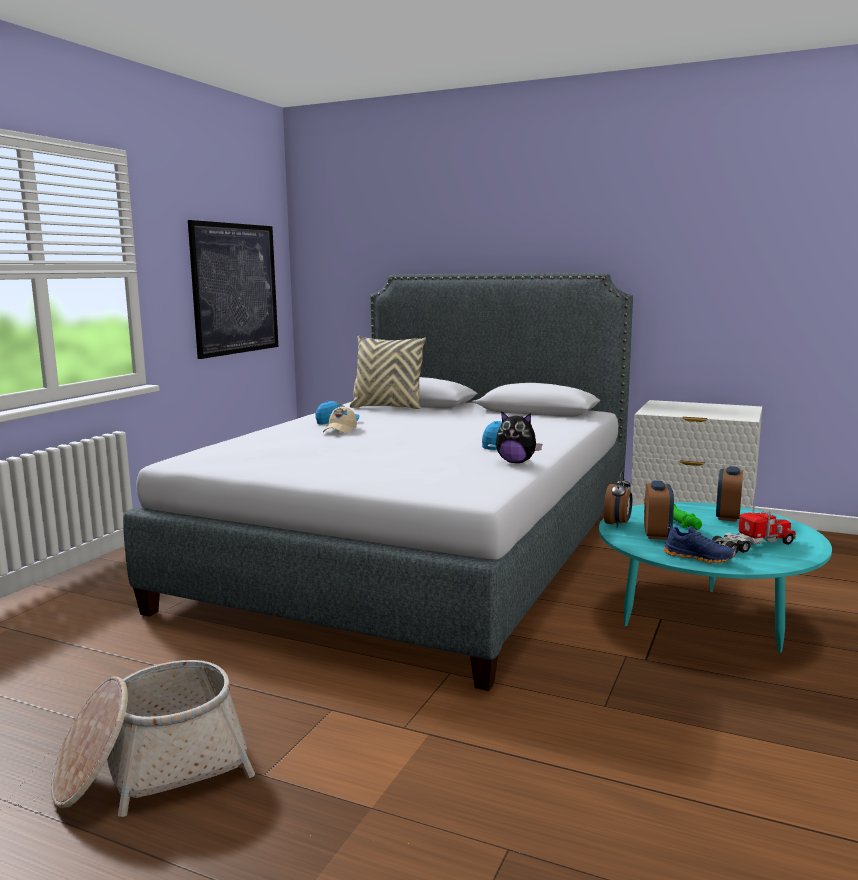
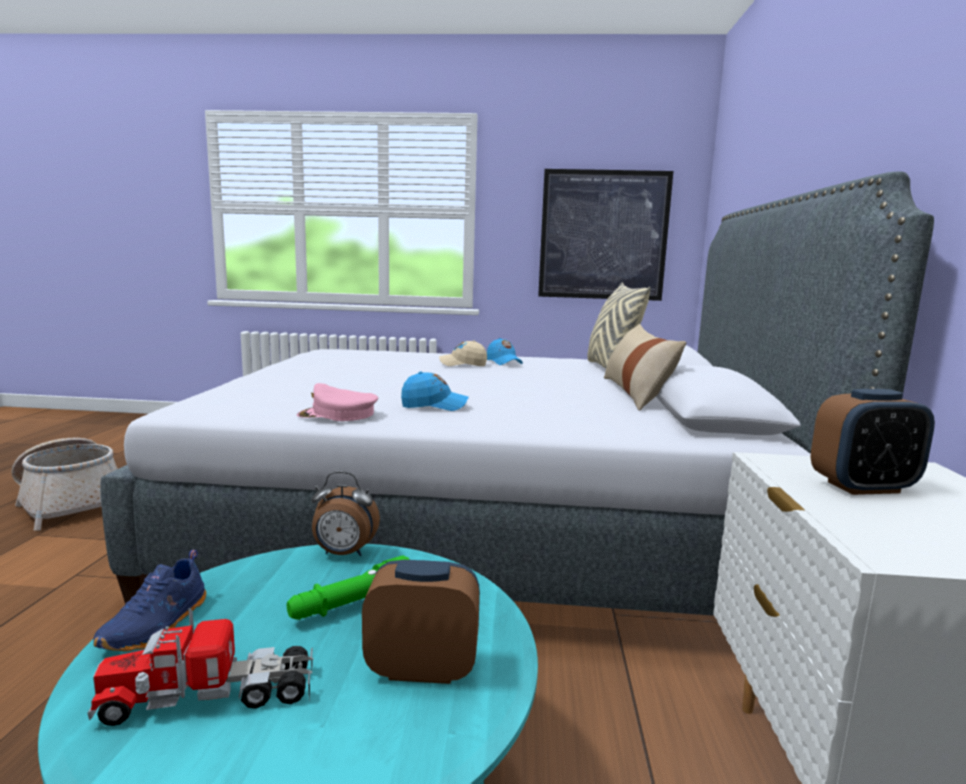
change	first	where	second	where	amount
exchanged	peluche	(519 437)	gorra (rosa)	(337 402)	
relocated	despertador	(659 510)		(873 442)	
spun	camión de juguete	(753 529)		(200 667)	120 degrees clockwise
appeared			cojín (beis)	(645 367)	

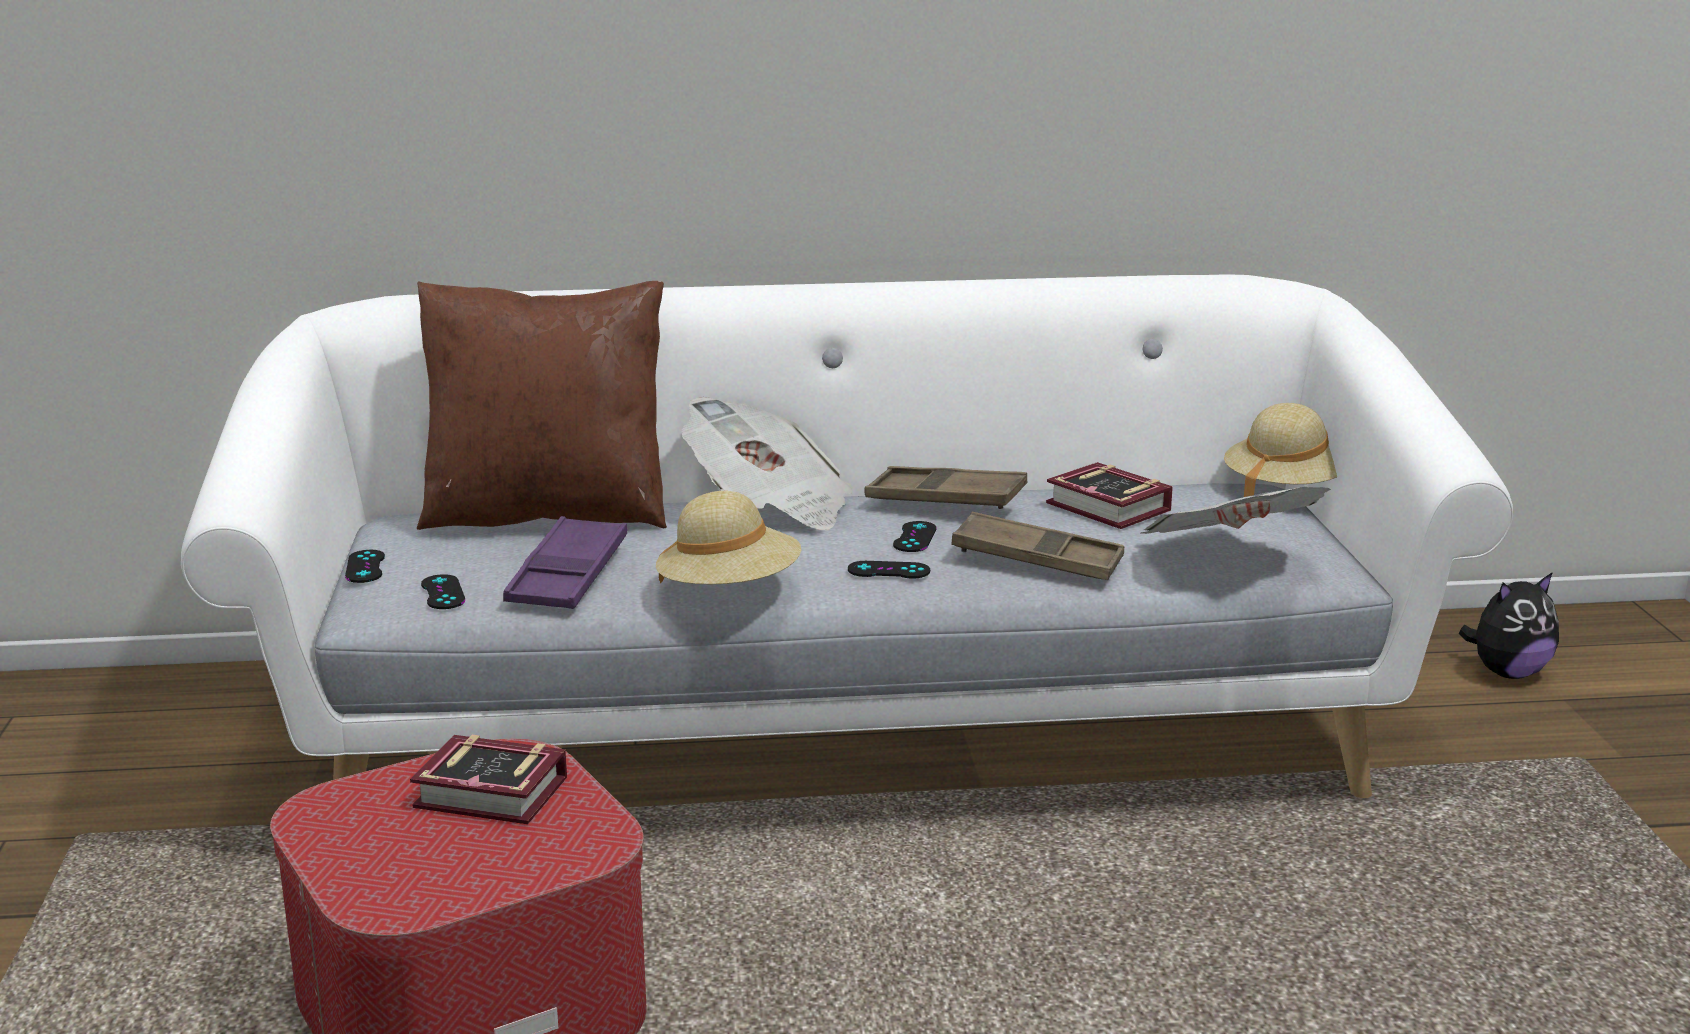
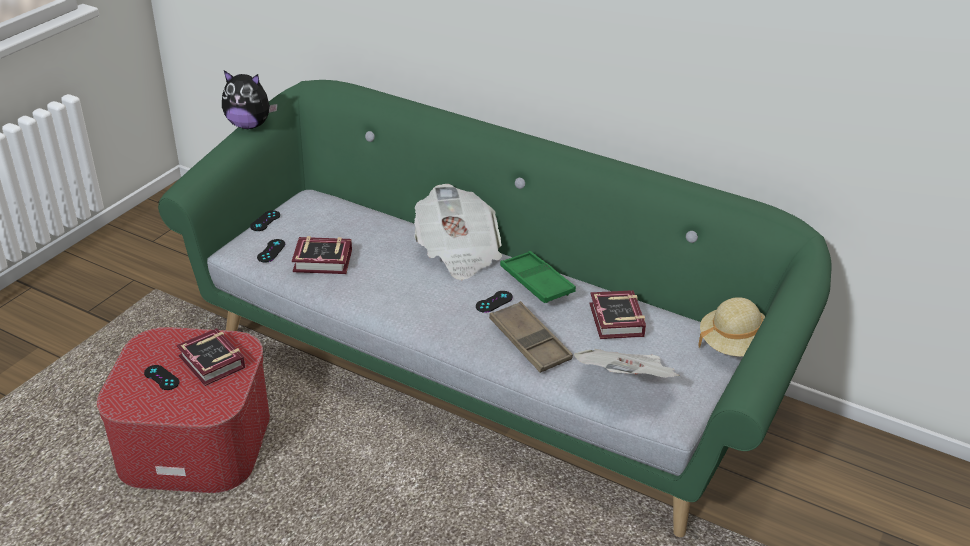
change	first	where	second	where	amount
colour	sofá (blanco)	(847 536)	sofá (verde)	(495 308)	
missing	cojín (marrón)	(542 405)			
exchanged	bandeja (morado)	(565 562)	libro	(322 255)	
missing	sombrero (beis)	(728 537)			
relocated	mando de consola (negro)	(889 570)		(161 377)	
colour	bandeja (marrón)	(946 487)	bandeja (verde)	(538 277)	
relocated	peluche	(1509 625)		(250 100)	

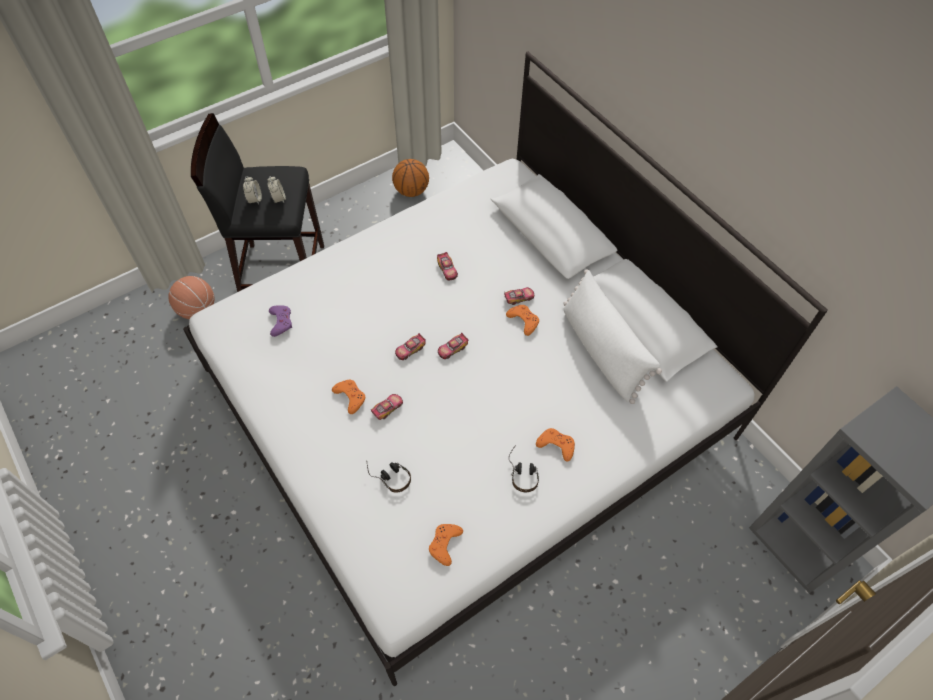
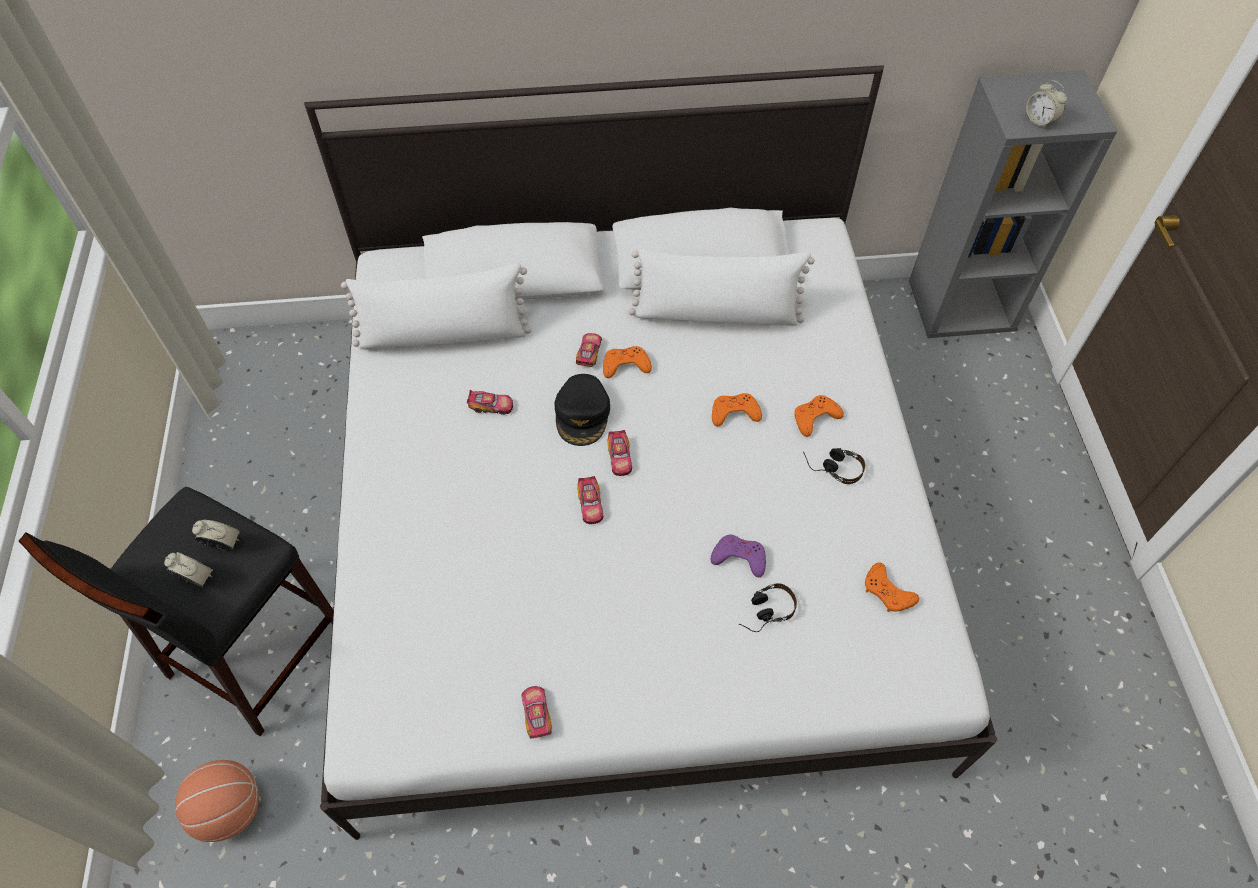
change	first	where	second	where	amount
relocated	mando de consola (morado)	(280 321)		(738 556)	
relocated	mando de consola (naranja)	(349 397)		(737 409)	
relocated	coche de juguete	(386 407)		(537 712)	
missing	balón de baloncesto	(410 178)			
appeared			cojín (blanco)	(436 306)	
appeared			gorra (negro)	(582 410)	
appeared			despertador	(1046 104)	

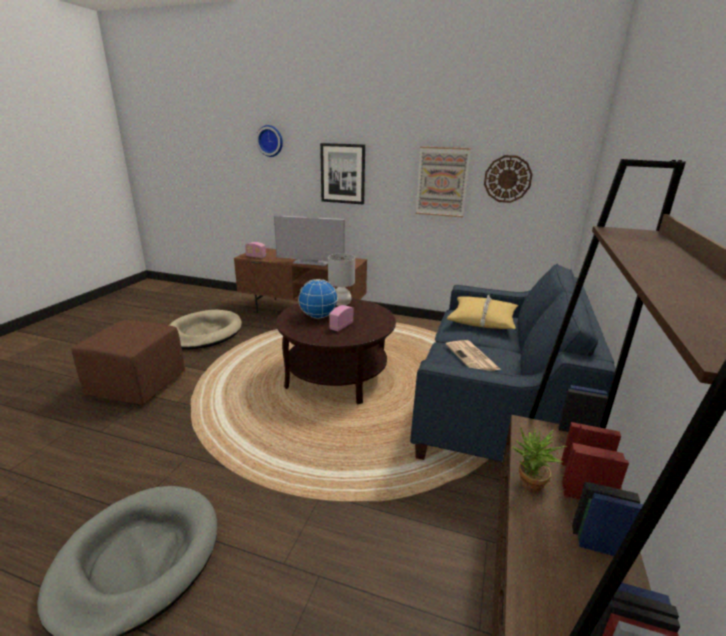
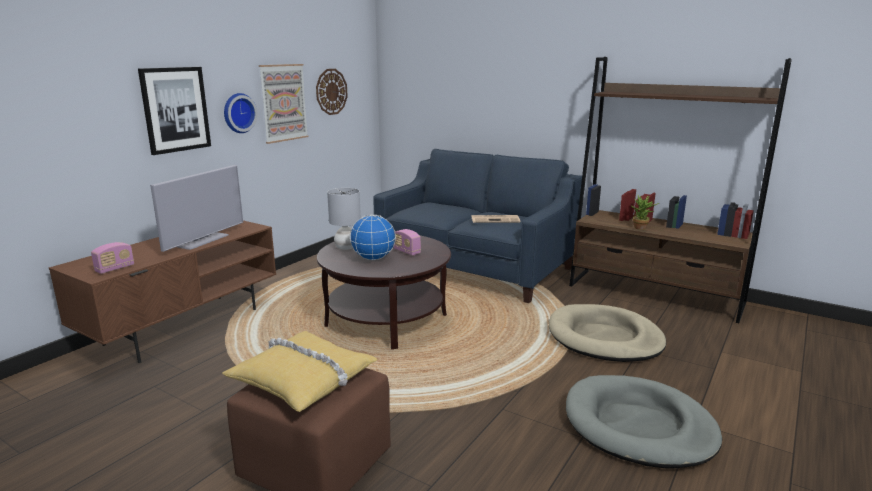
change	first	where	second	where	amount
relocated	cama para perro (beis)	(205 329)		(607 333)	
relocated	reloj de pared	(269 141)		(241 113)	
relocated	cojín (amarillo)	(482 312)		(300 371)	

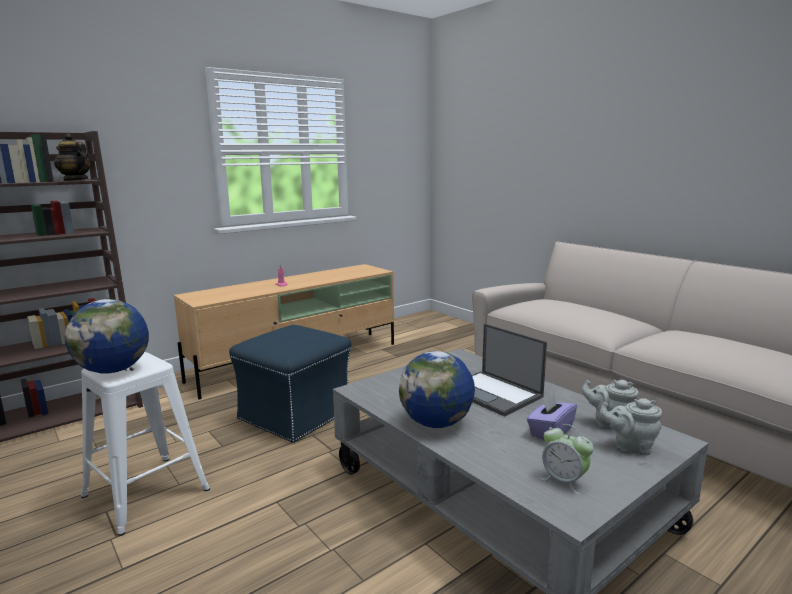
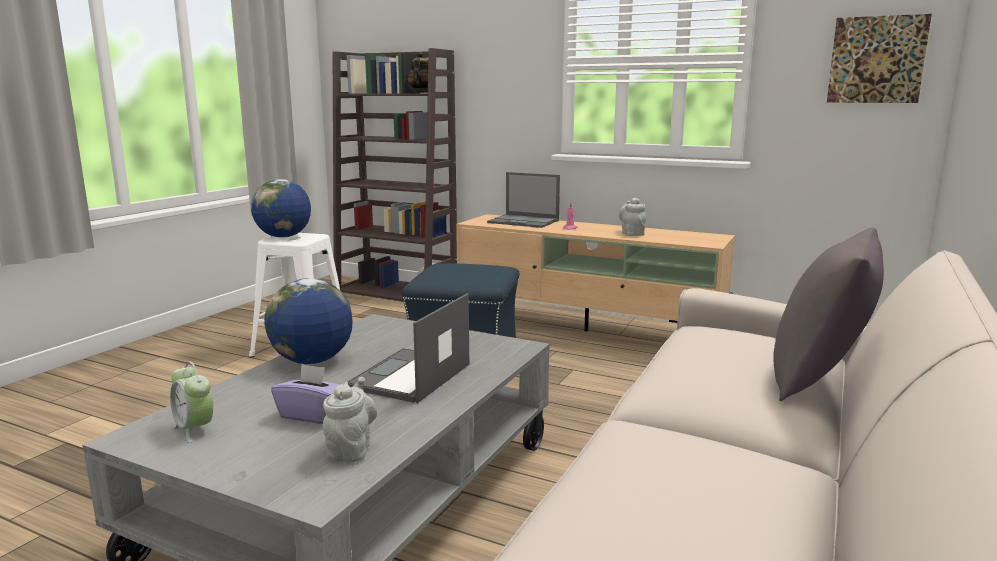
change	first	where	second	where	amount
spun	despertador	(567 459)		(191 402)	60 degrees counterclockwise
relocated	tetera (gris)	(630 427)		(632 217)	
appeared			portátil	(523 200)	
appeared			cojín (gris)	(828 314)	
appeared			cuadro	(879 58)	

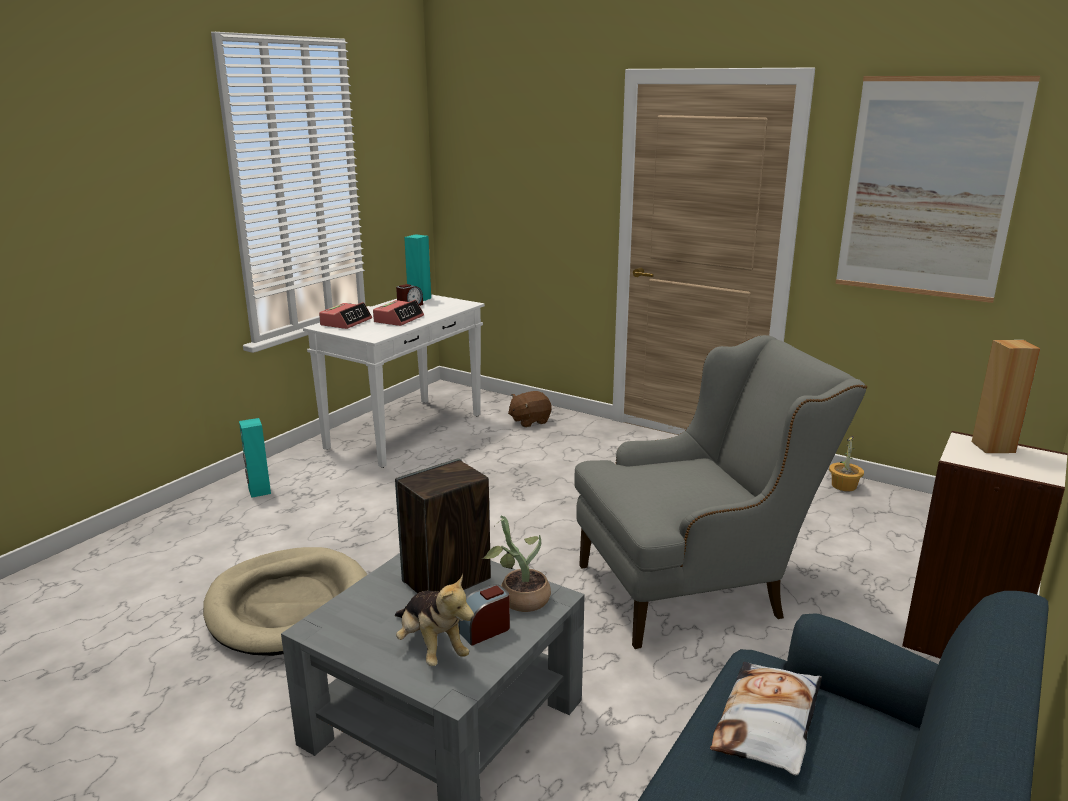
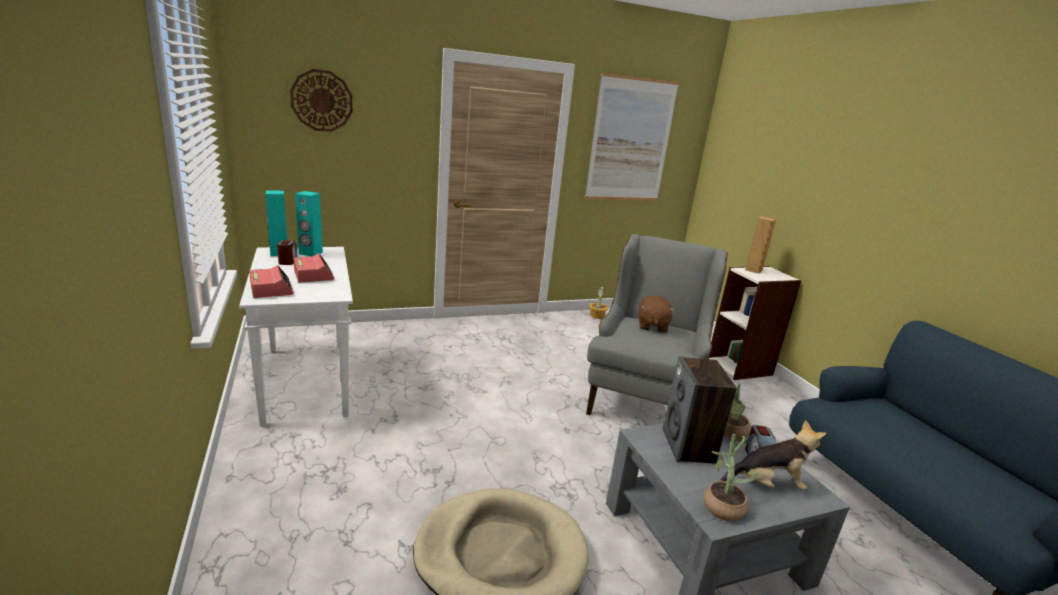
change	first	where	second	where	amount
relocated	altavoz (turquesa)	(255 458)		(309 224)	
relocated	peluche (marrón)	(530 409)		(657 314)	
missing	cojín	(766 719)			
appeared			reloj de pared	(321 100)	
appeared			planta en maceta	(731 477)	

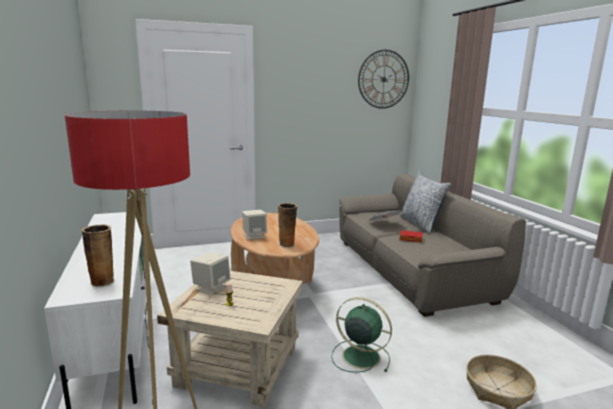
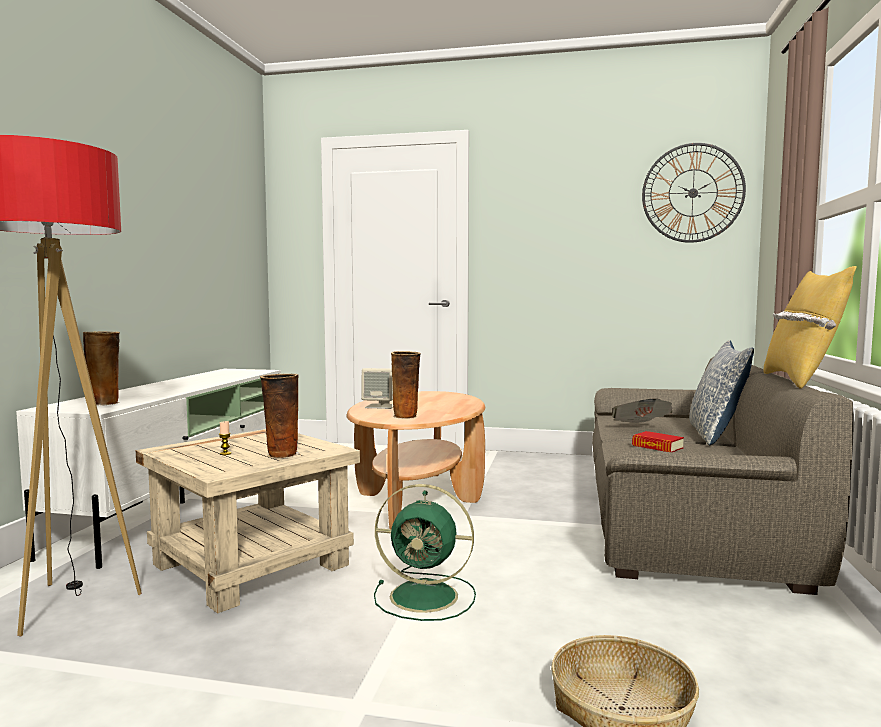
change	first	where	second	where	amount
missing	altavoz (beis)	(210 273)			
spun	ventilador (verde)	(361 335)		(425 552)	135 degrees clockwise
appeared			florero	(279 416)	
appeared			cojín (amarillo)	(810 327)	

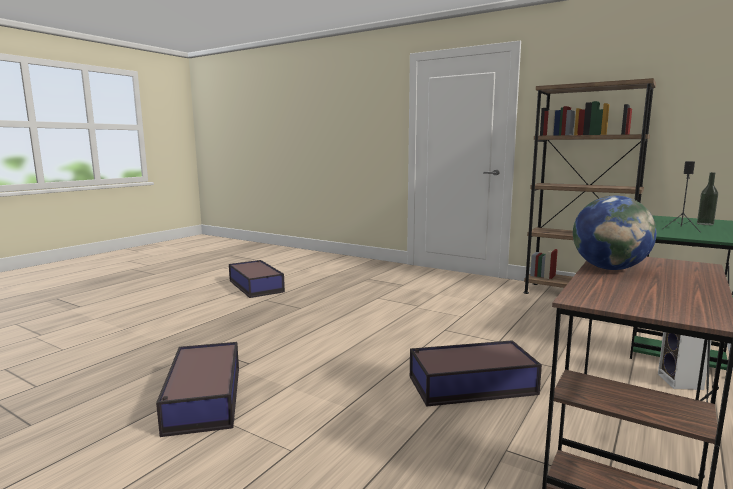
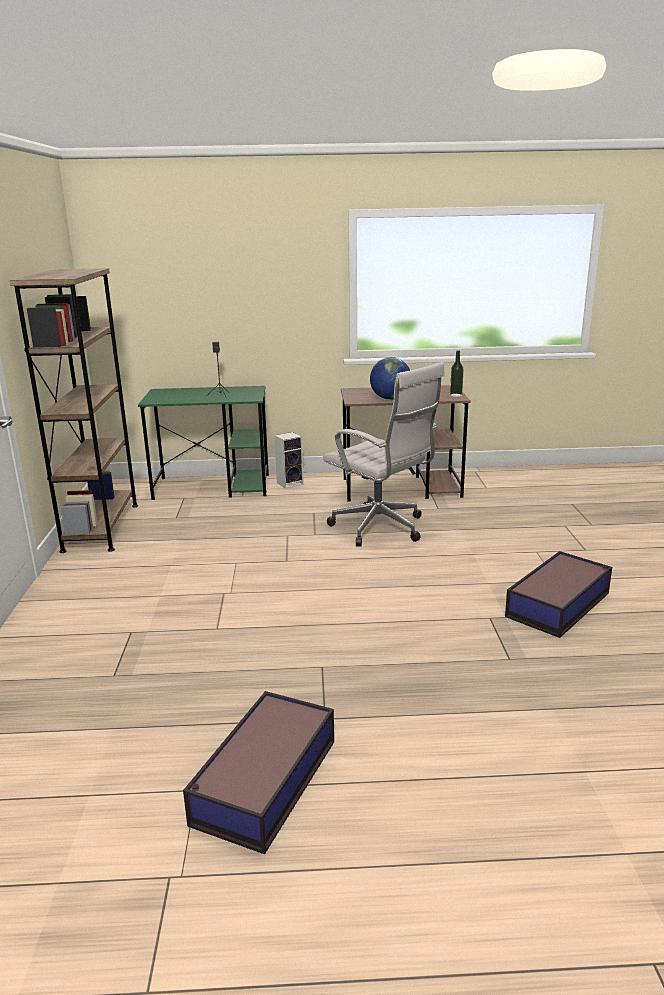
change	first	where	second	where	amount
exchanged	caja de almacenaje	(476 373)	silla de oficina (blanco)	(384 454)	
relocated	botella	(707 198)		(457 374)	

